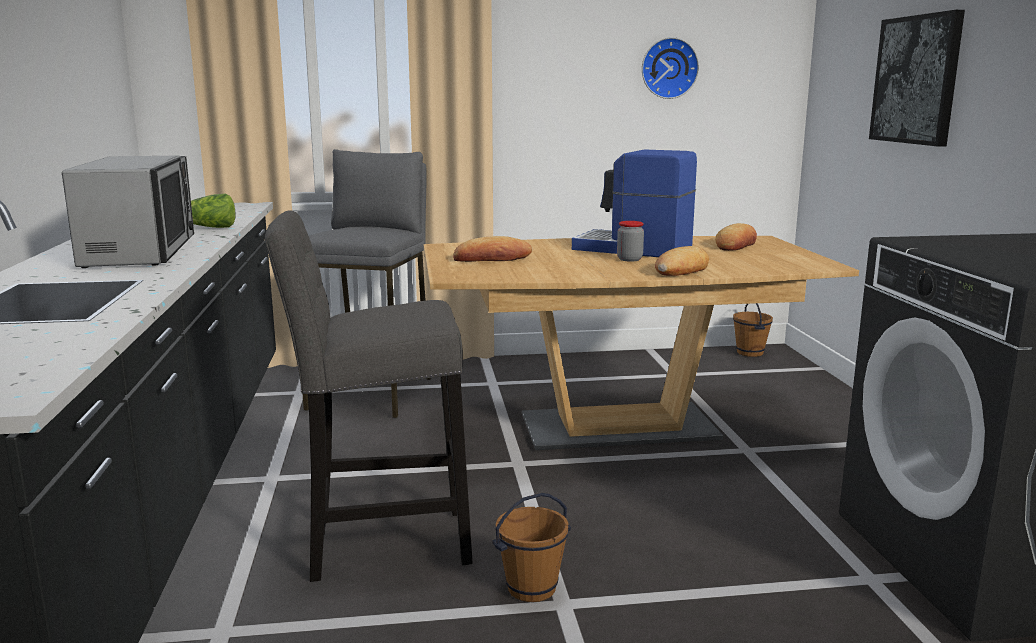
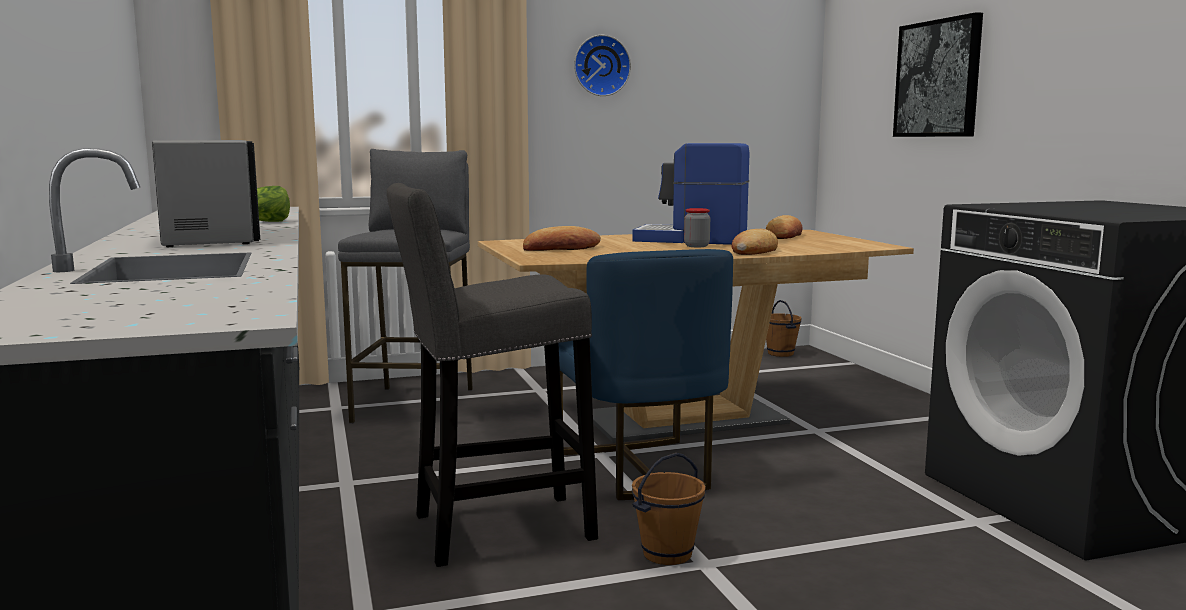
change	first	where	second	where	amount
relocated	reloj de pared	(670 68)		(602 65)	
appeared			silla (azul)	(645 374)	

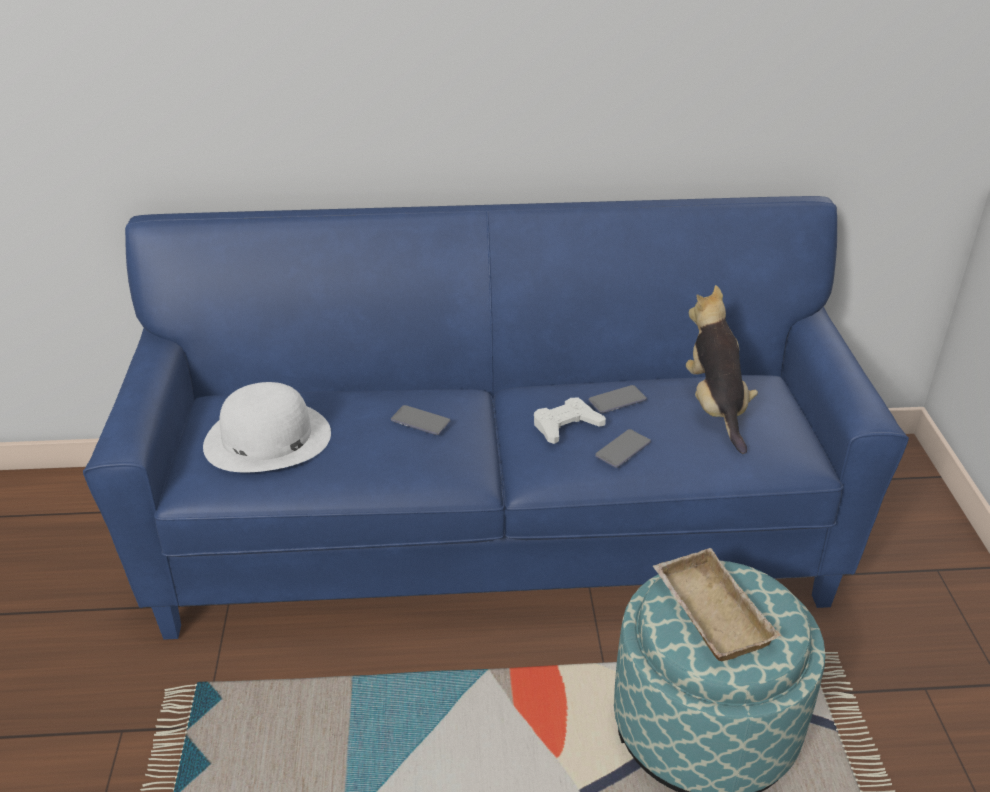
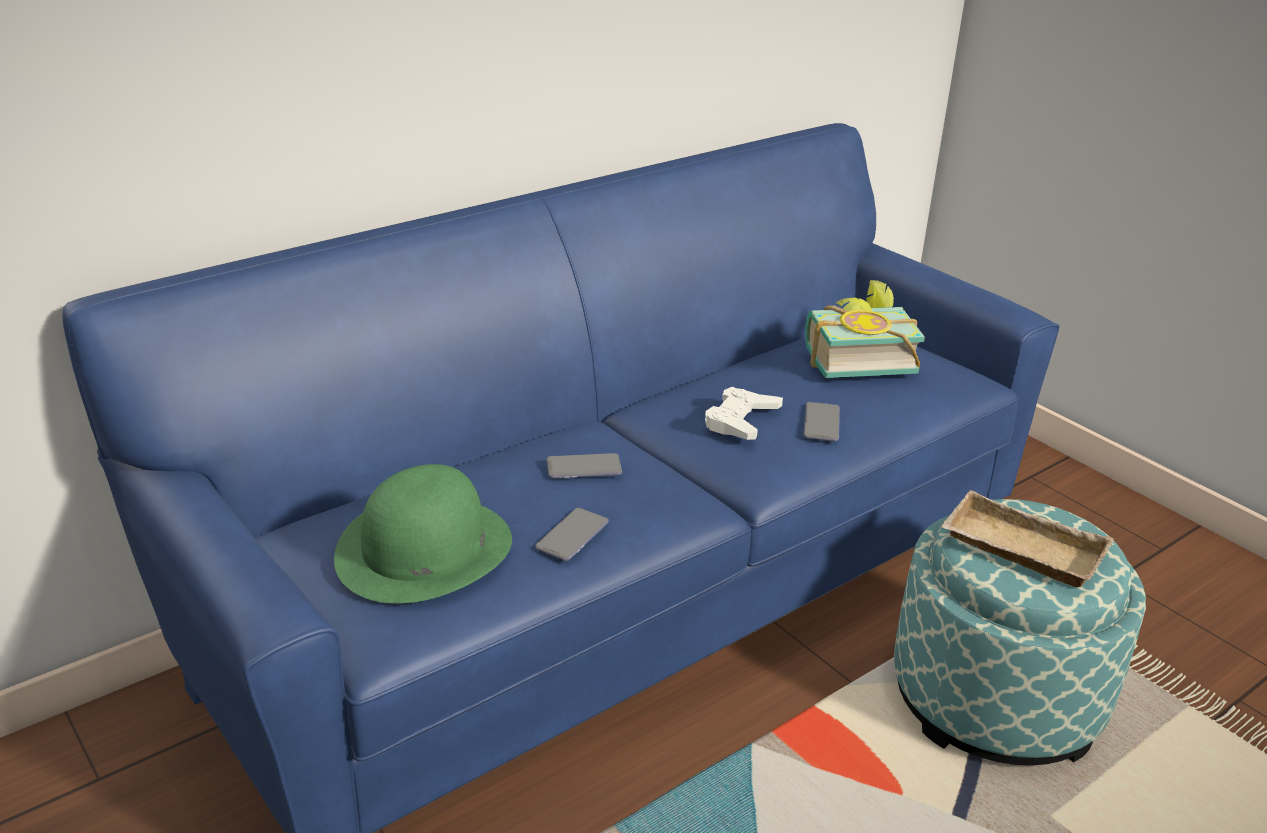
change	first	where	second	where	amount
colour	sombrero (blanco)	(267 427)	sombrero (verde)	(423 534)	
relocated	móvil	(617 399)		(572 534)	
exchanged	peluche	(722 369)	libro	(865 329)	

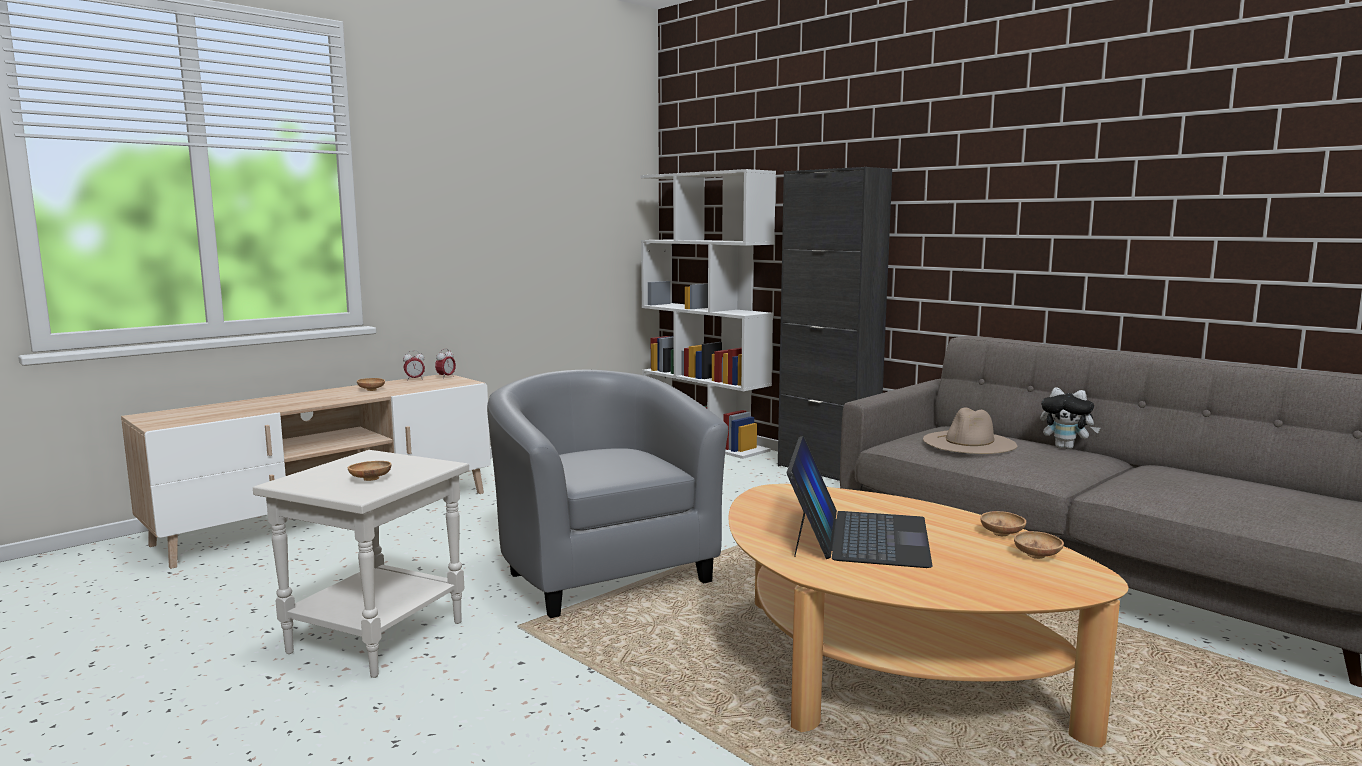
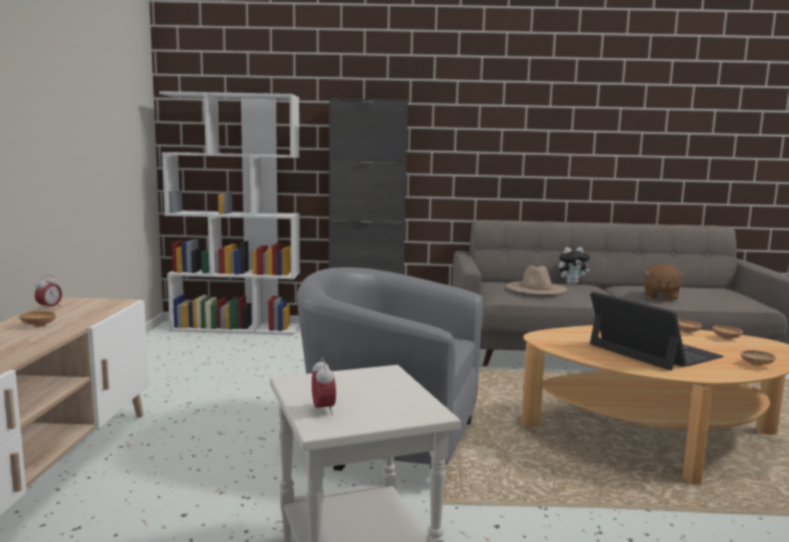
change	first	where	second	where	amount
relocated	cuenco (marrón)	(369 471)		(758 358)	
relocated	despertador	(445 363)		(324 386)	
appeared			peluche (marrón)	(664 282)	

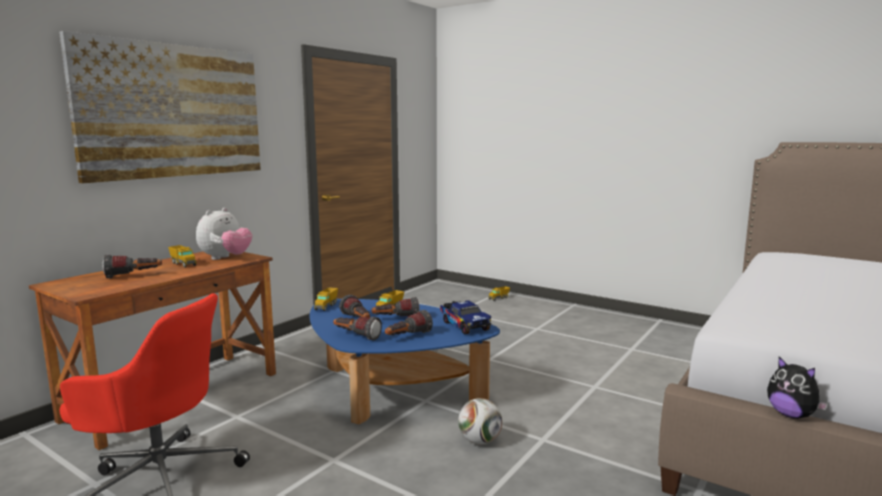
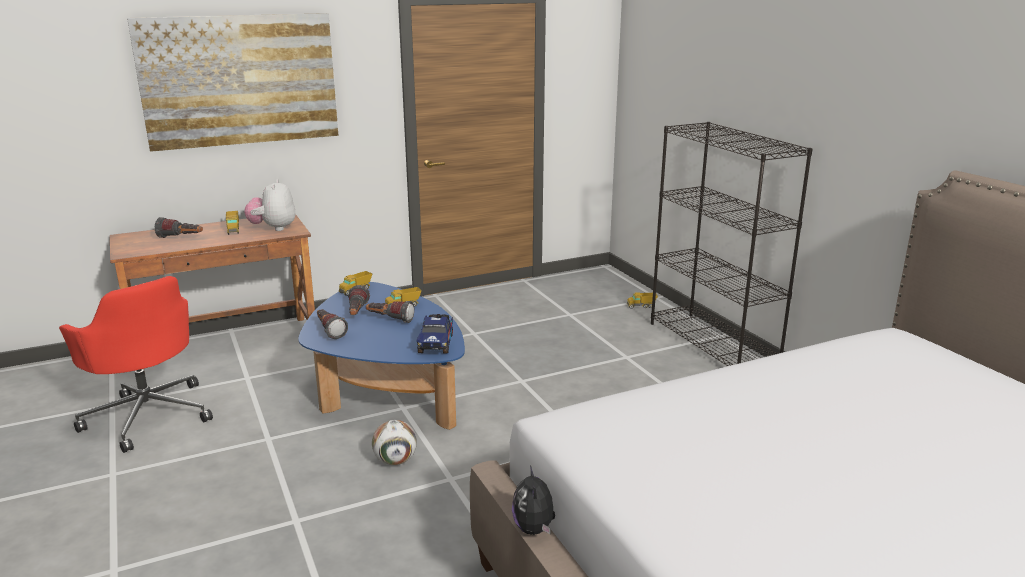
change	first	where	second	where	amount
spun	peluche	(224 234)		(270 205)	120 degrees clockwise
missing	linterna	(409 322)			
appeared			estantería (negro)	(732 244)	

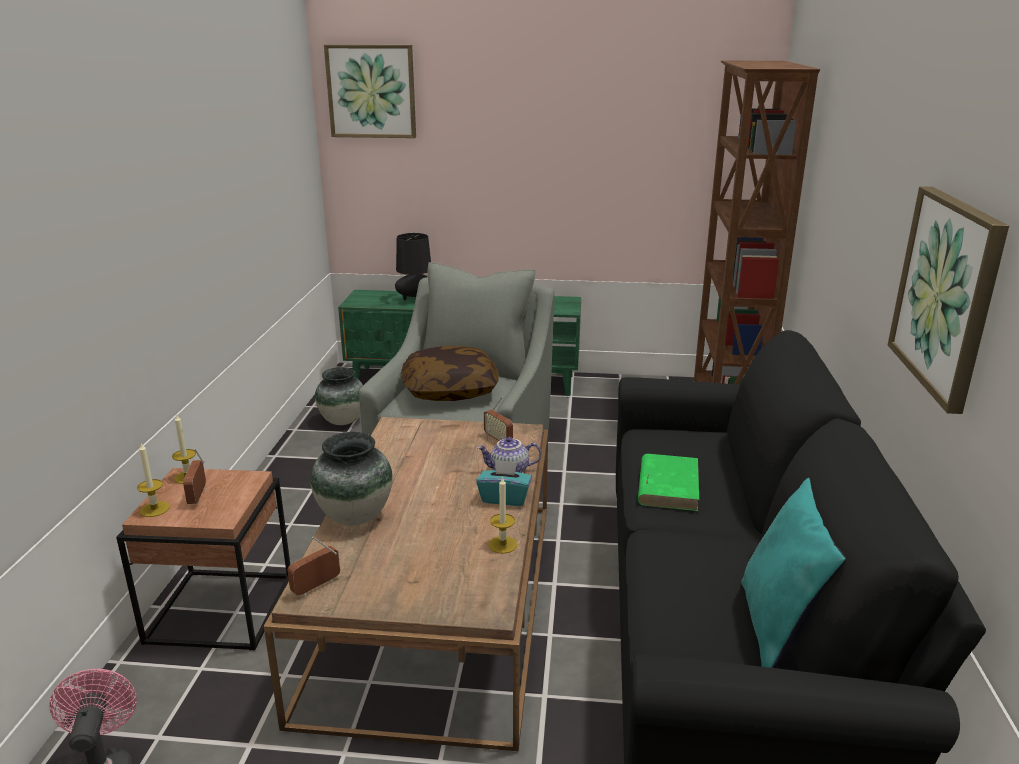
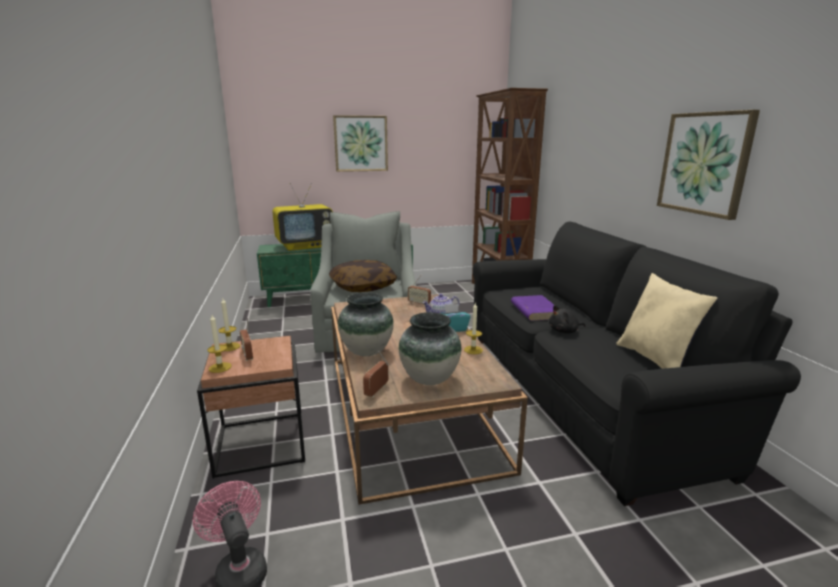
change	first	where	second	where	amount
relocated	florero	(339 396)		(430 348)	
relocated	cuadro	(370 91)		(360 143)	
exchanged	lámpara de mesa (negro)	(413 266)	televisor	(302 217)	
colour	libro (verde)	(668 482)	libro (morado)	(532 308)	
colour	cojín (turquesa)	(793 573)	cojín (beis)	(667 321)	
appeared			peluche (negro)	(567 319)	

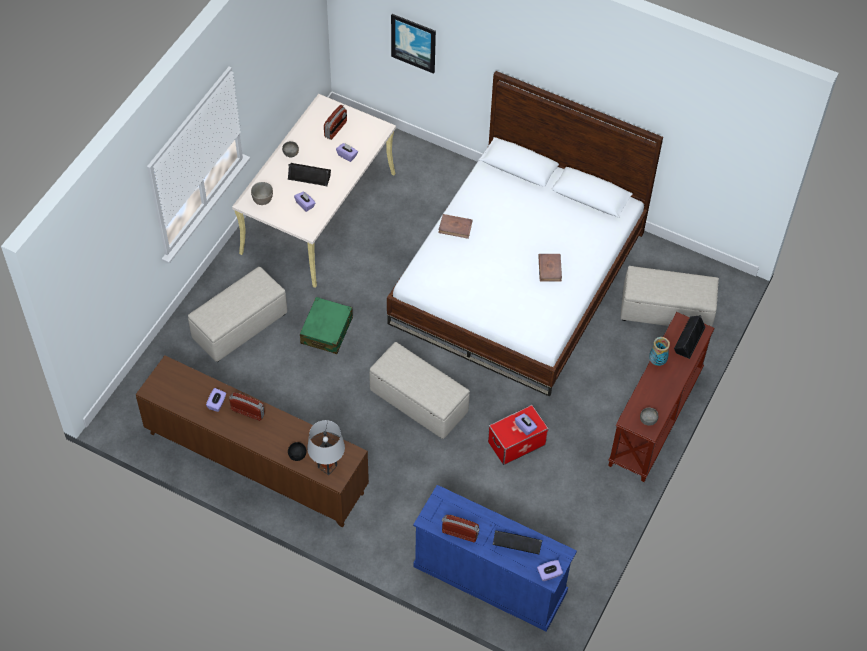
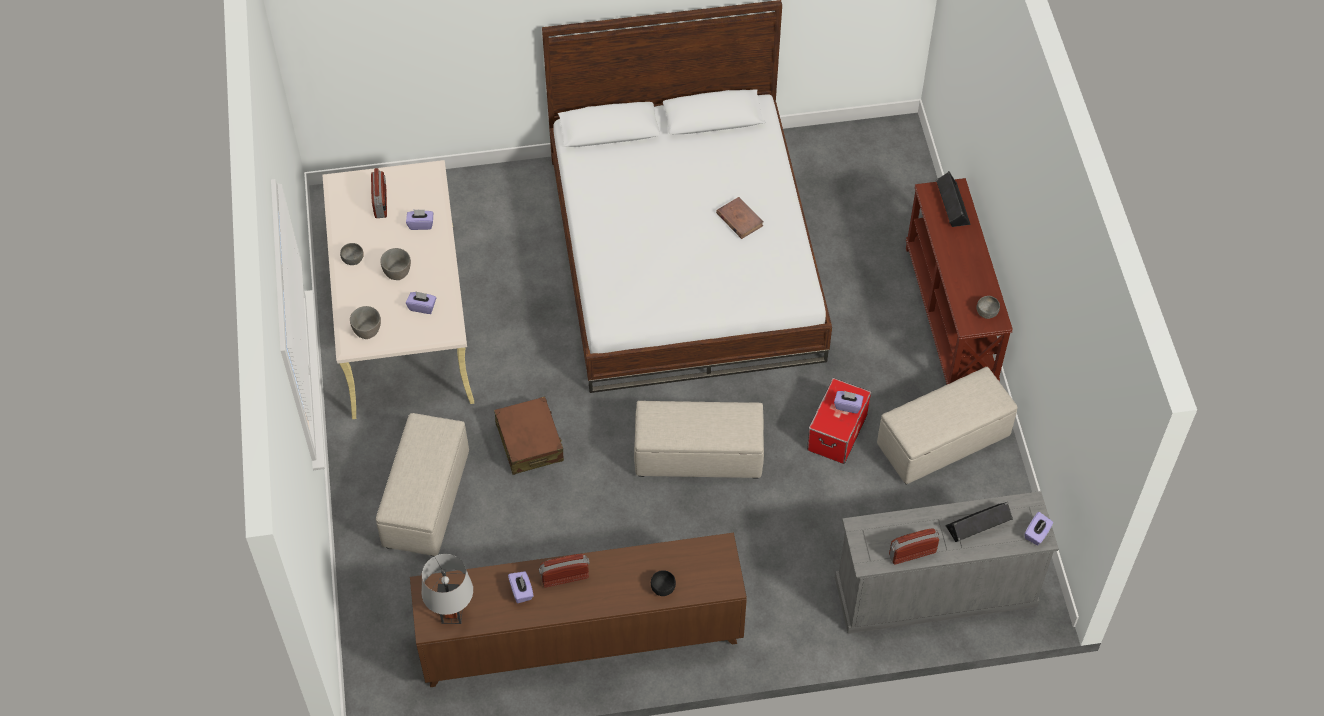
change	first	where	second	where	amount
exchanged	altavoz (negro)	(309 174)	cuenco (gris)	(395 264)	
colour	maleta (verde)	(326 325)	maleta (marrón)	(529 435)	
relocated	lámpara de mesa (gris)	(326 447)		(447 589)	
missing	cuadro	(413 44)			
colour	cómoda (azul)	(495 558)	cómoda (gris)	(947 562)	
missing	libro (marrón)	(455 226)			
relocated	puf (beis)	(670 296)		(947 425)	
missing	florero	(659 351)			

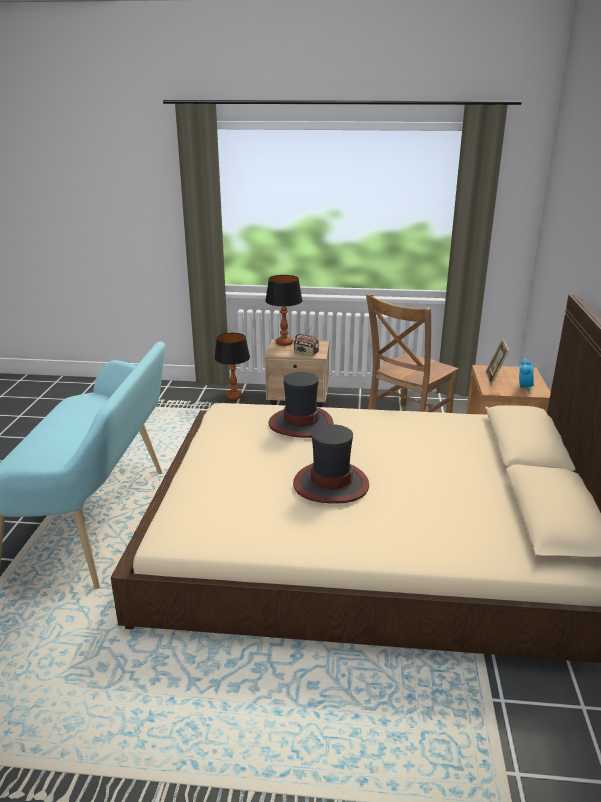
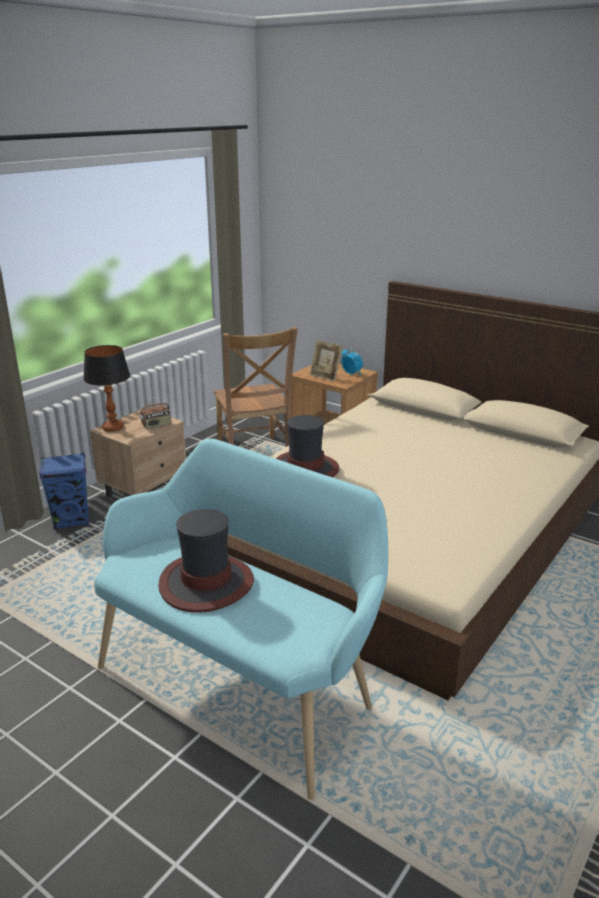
change	first	where	second	where	amount
exchanged	lámpara de mesa	(232 366)	altavoz (azul)	(64 491)	
relocated	sombrero	(331 464)		(206 561)	

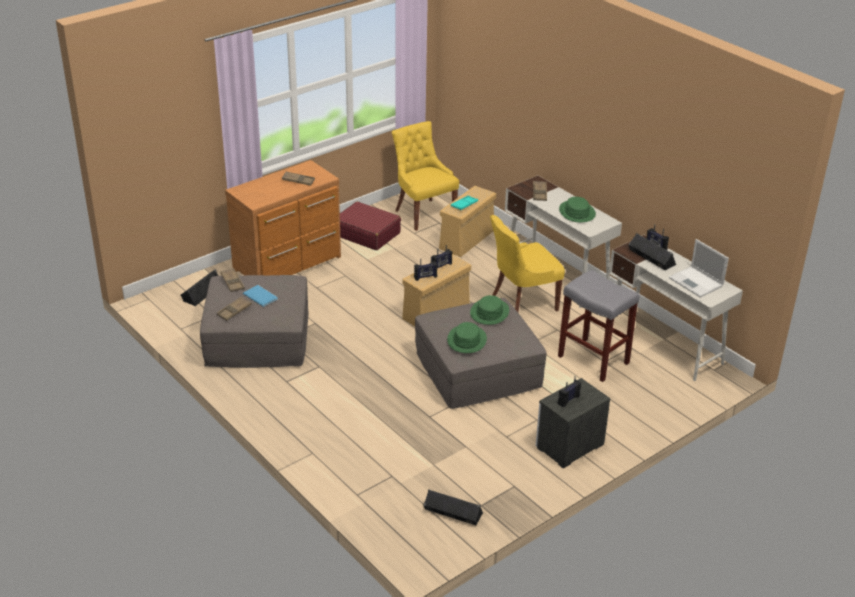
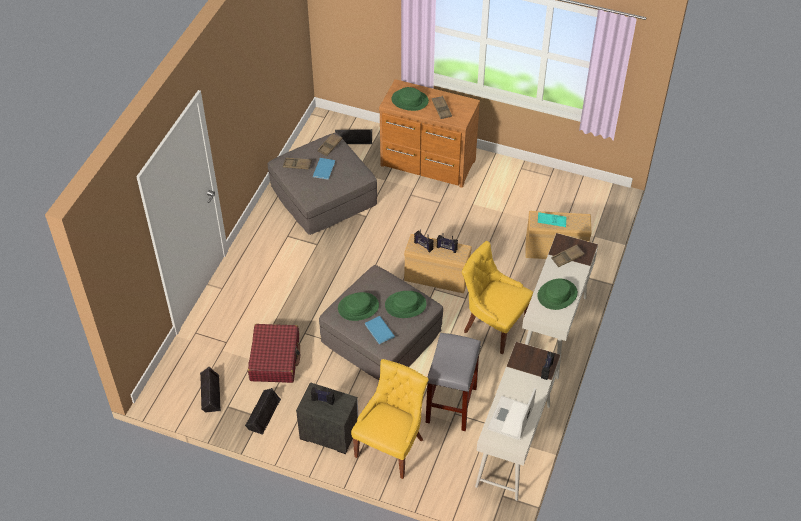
change	first	where	second	where	amount
relocated	maleta (rojo)	(370 226)		(274 353)	
relocated	silla (amarillo)	(425 176)		(390 419)	
relocated	altavoz (negro)	(652 251)		(263 411)	
appeared			libro (azul)	(380 330)	
appeared			sombrero (verde)	(410 99)	

